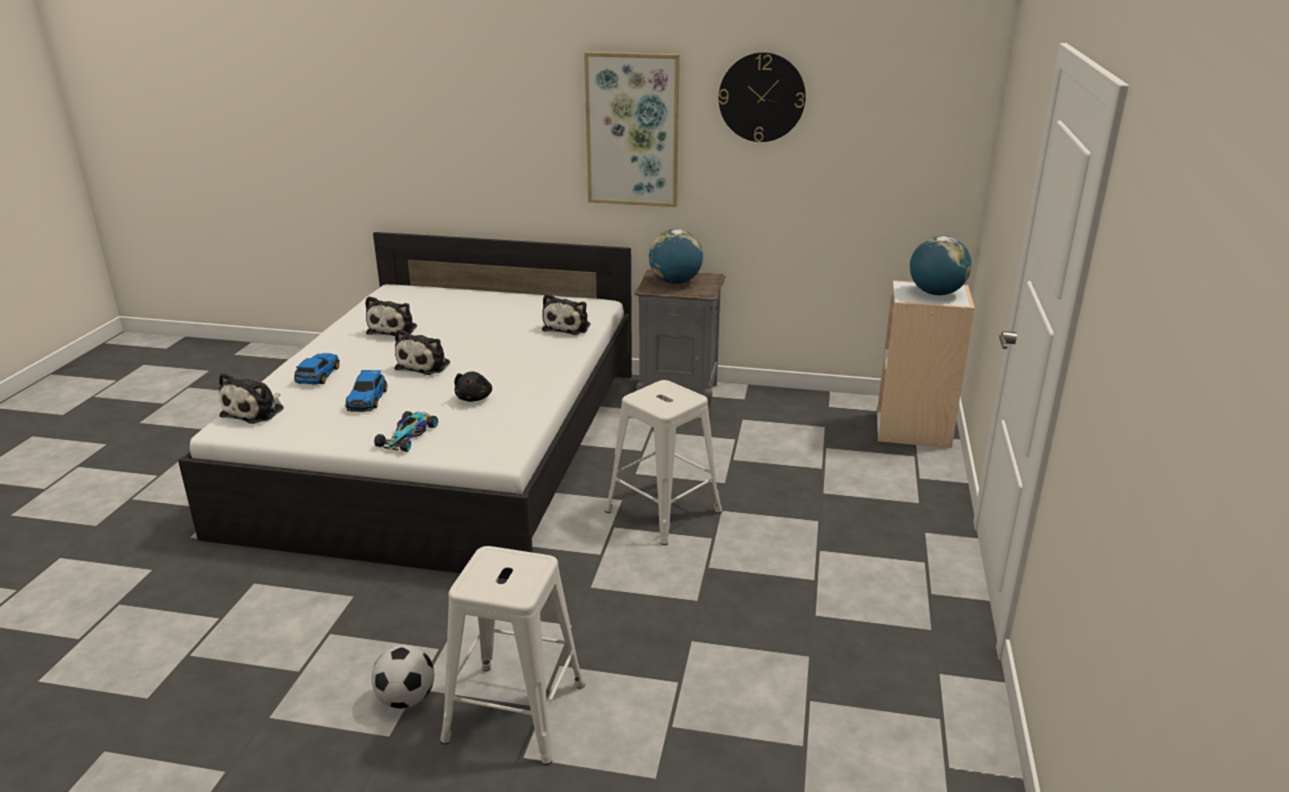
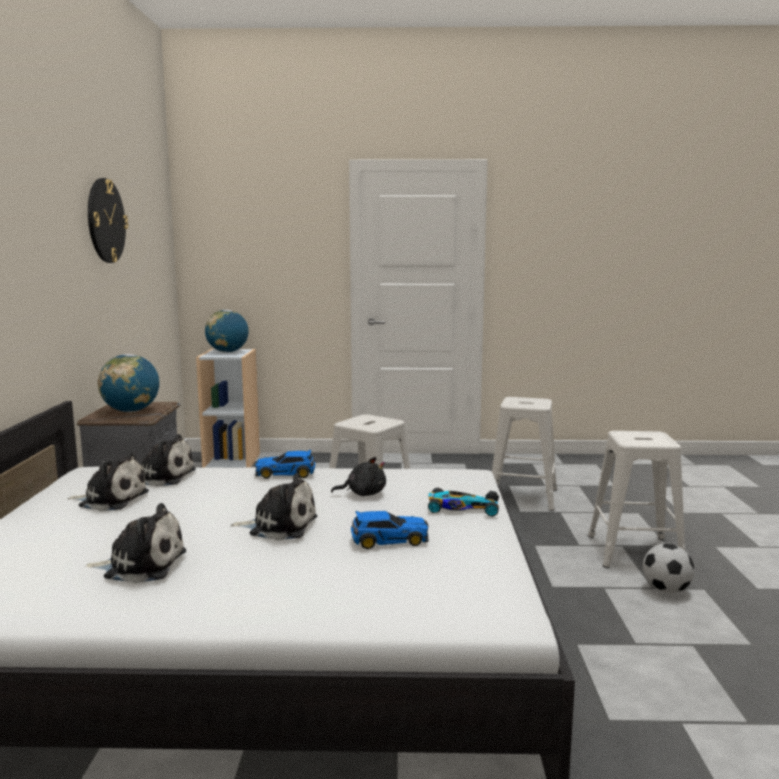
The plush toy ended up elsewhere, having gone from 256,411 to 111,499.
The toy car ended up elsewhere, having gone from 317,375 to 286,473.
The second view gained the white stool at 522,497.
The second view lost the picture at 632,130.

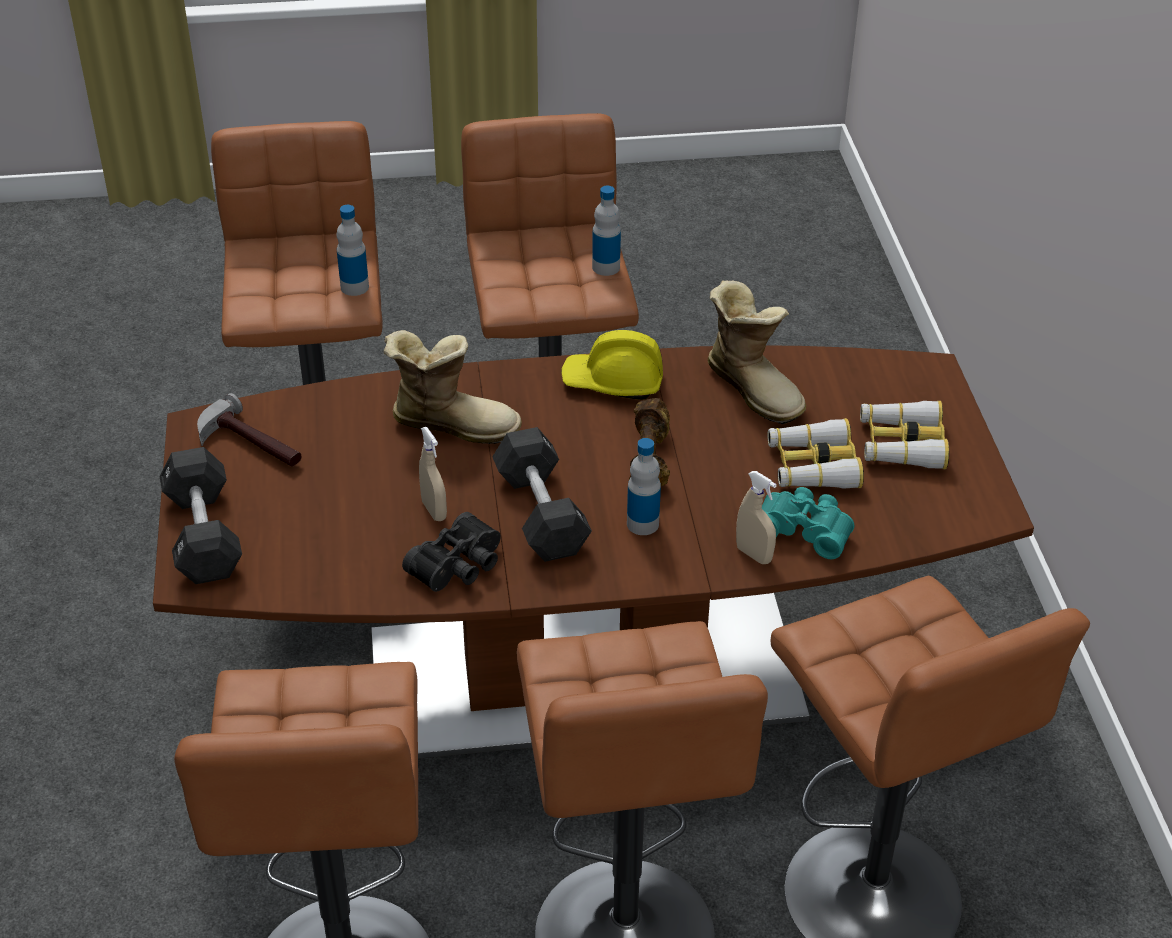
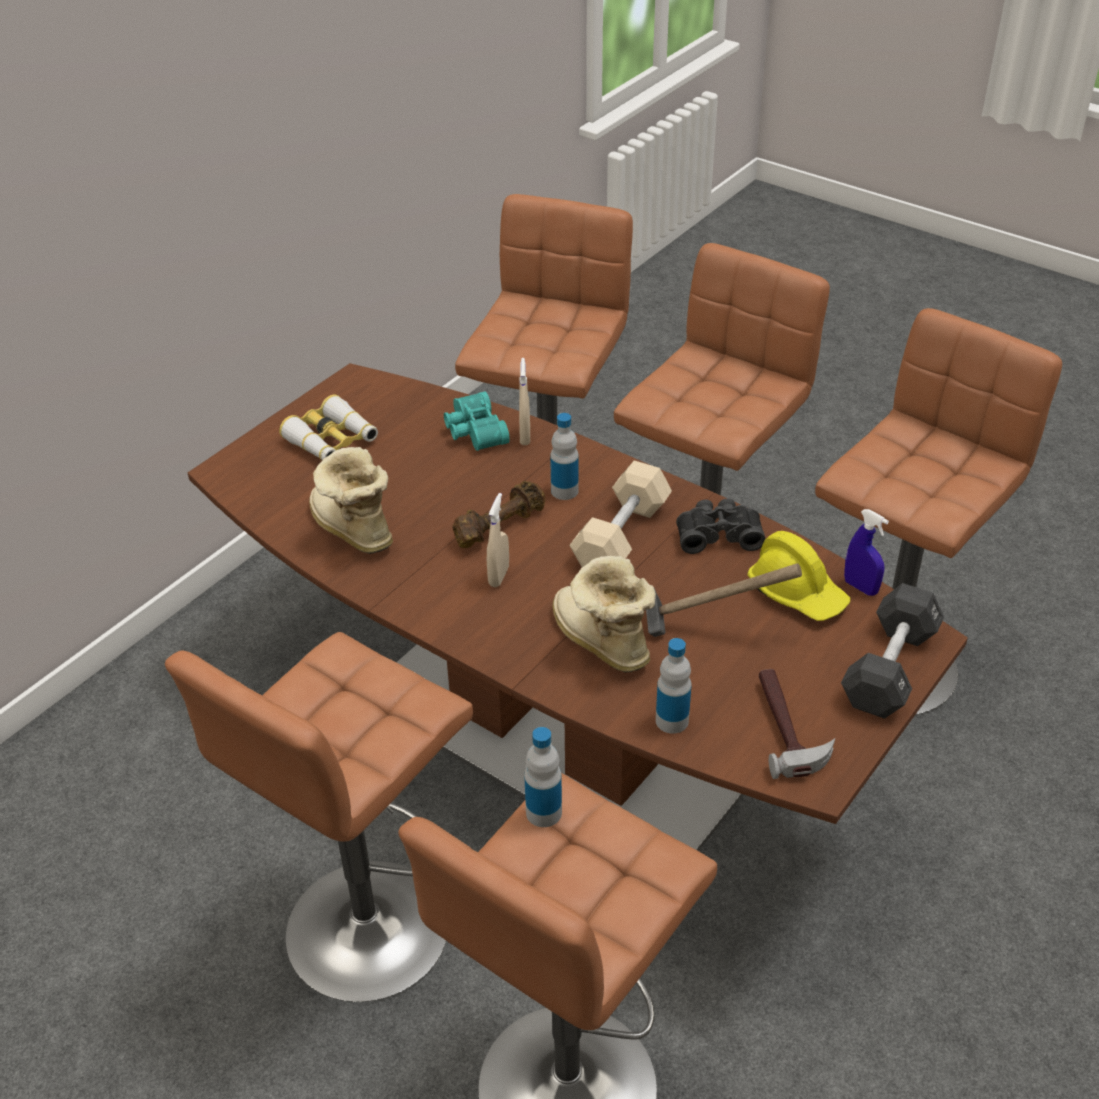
The boot at 755,388 ended up facing another way, 45 degrees counterclockwise from before.
The beige spray bottle ended up elsewhere, having gone from 434,511 to 499,576.
What was the black dumbbell at 541,513 turned into the beige dumbbell at 621,536.
The second view gained the hammer at 710,628.
The bottle ended up elsewhere, having gone from 606,267 to 672,720.
The yellow hard hat ended up elsewhere, having gone from 613,382 to 797,593.
The second view gained the blue spray bottle at 860,587.
The second view lost the binoculars at 813,466.

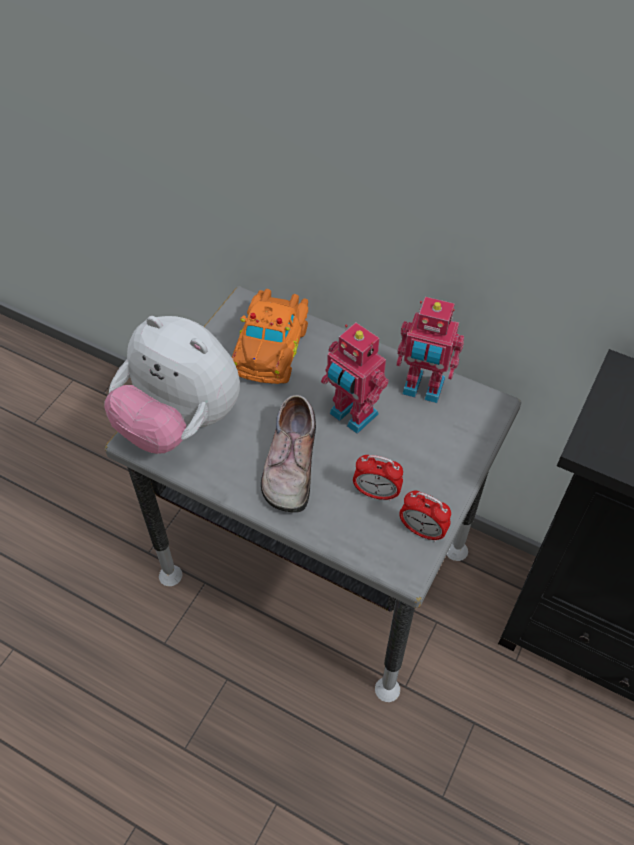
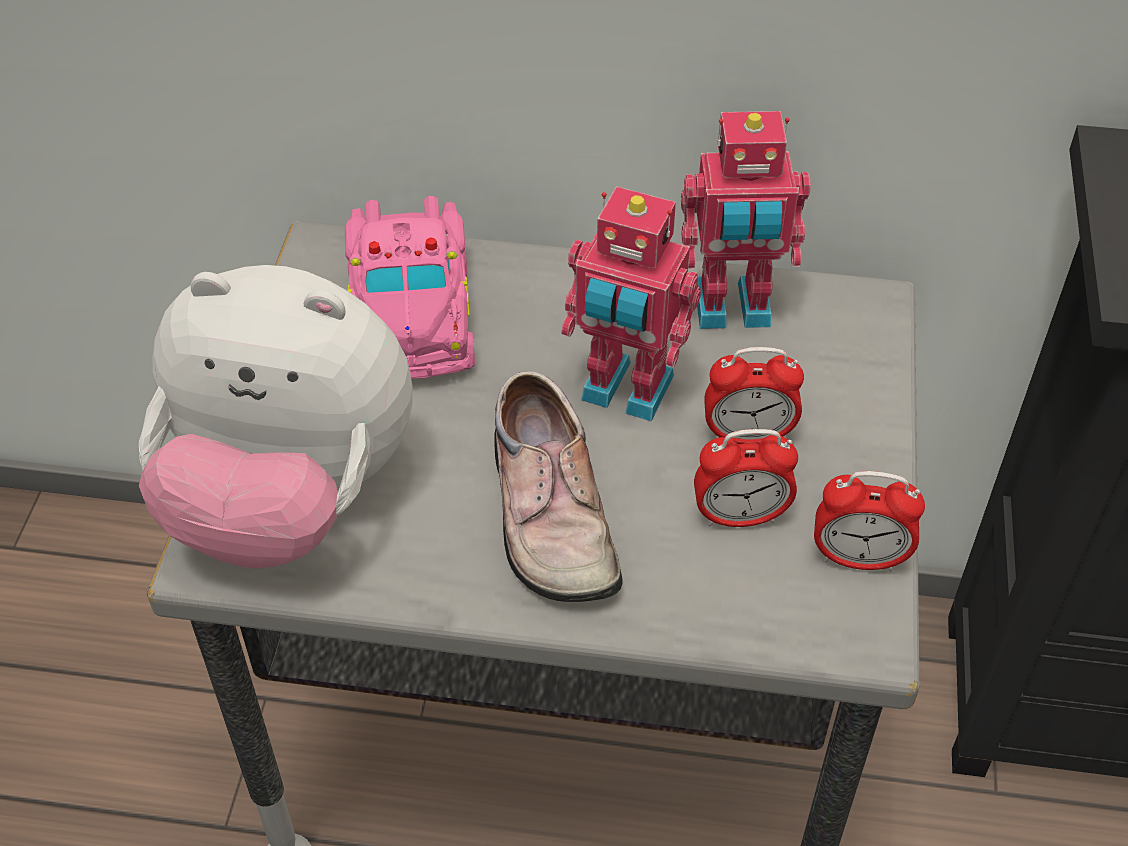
What was the orange toy car at 272,346 turned into the pink toy car at 413,311.
The second view gained the alarm clock at 748,436.

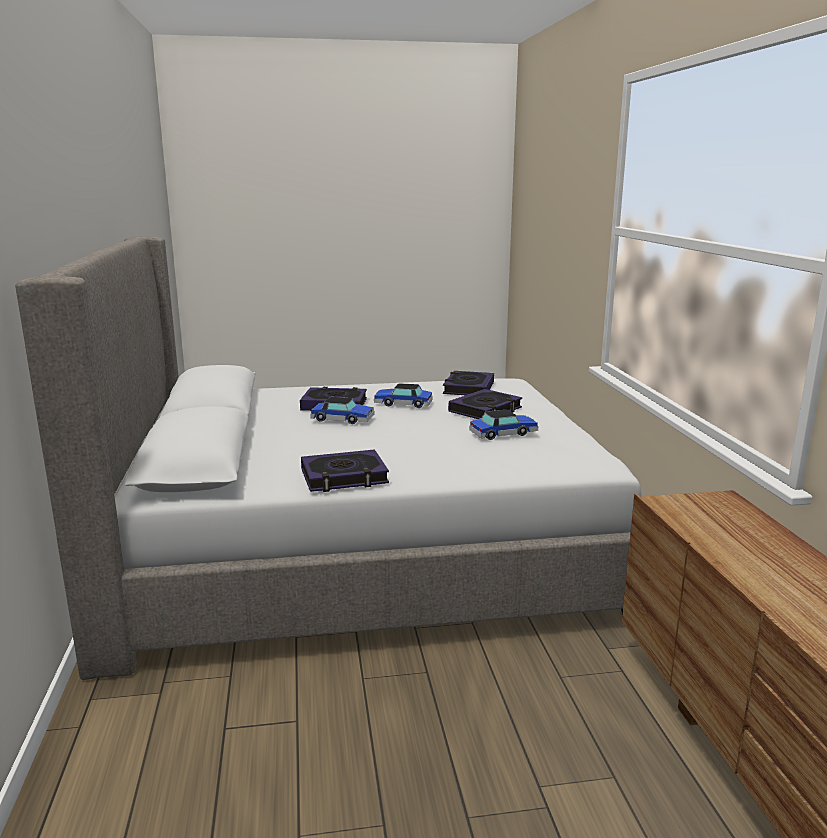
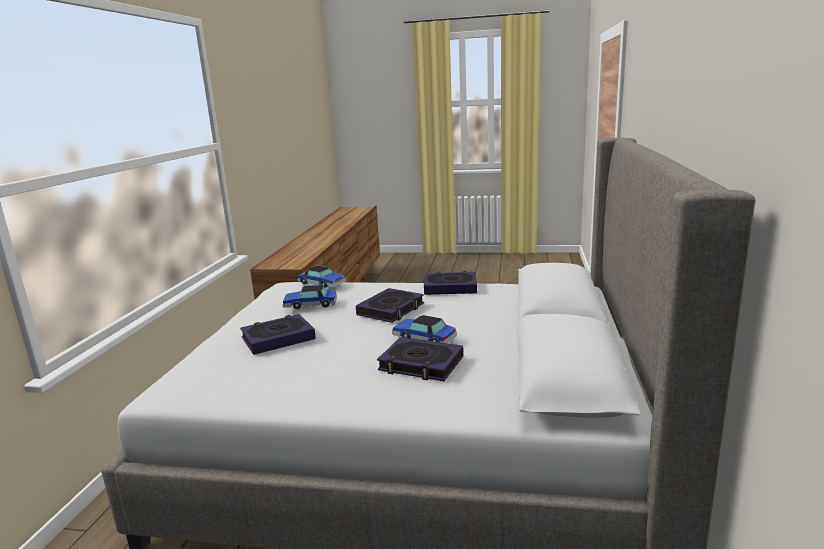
The toy car ended up elsewhere, having gone from 403,403 to 322,283.
The book ended up elsewhere, having gone from 468,388 to 391,310.

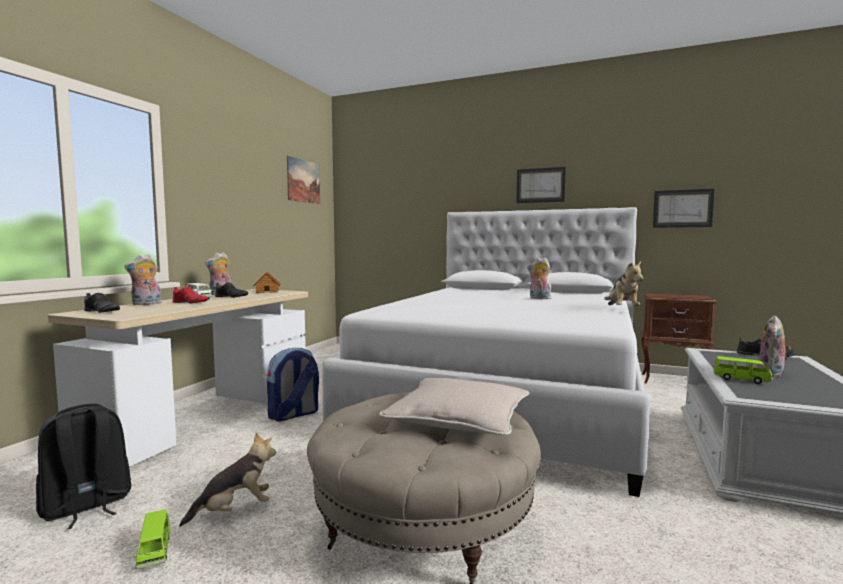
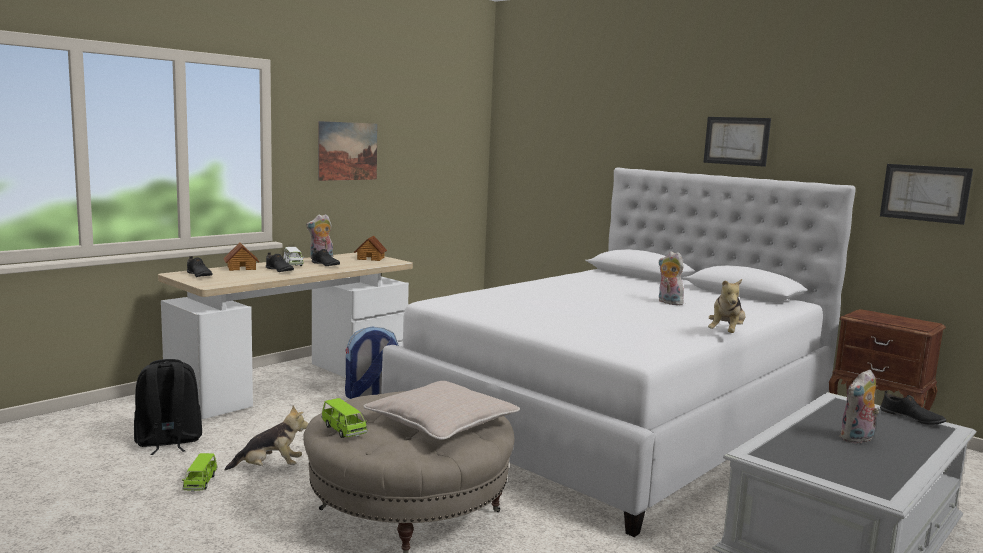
Where the plush toy stood at 146,304, the toy house came to stand at 241,268.
What was the red shoe at 190,303 turned into the black shoe at 279,270.
The picture ended up elsewhere, having gone from 303,181 to 348,151.
The green toy car ended up elsewhere, having gone from 741,379 to 343,430.

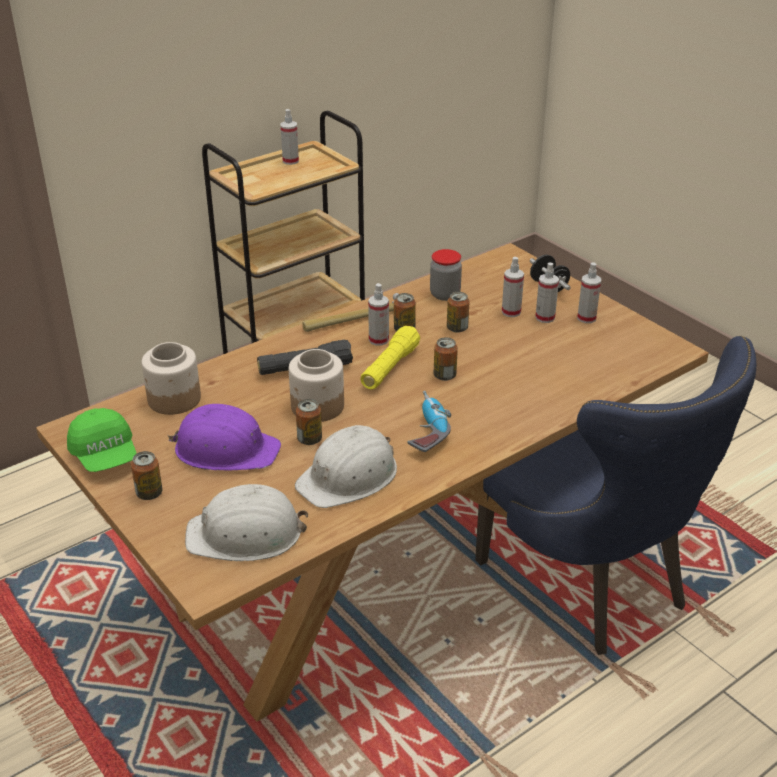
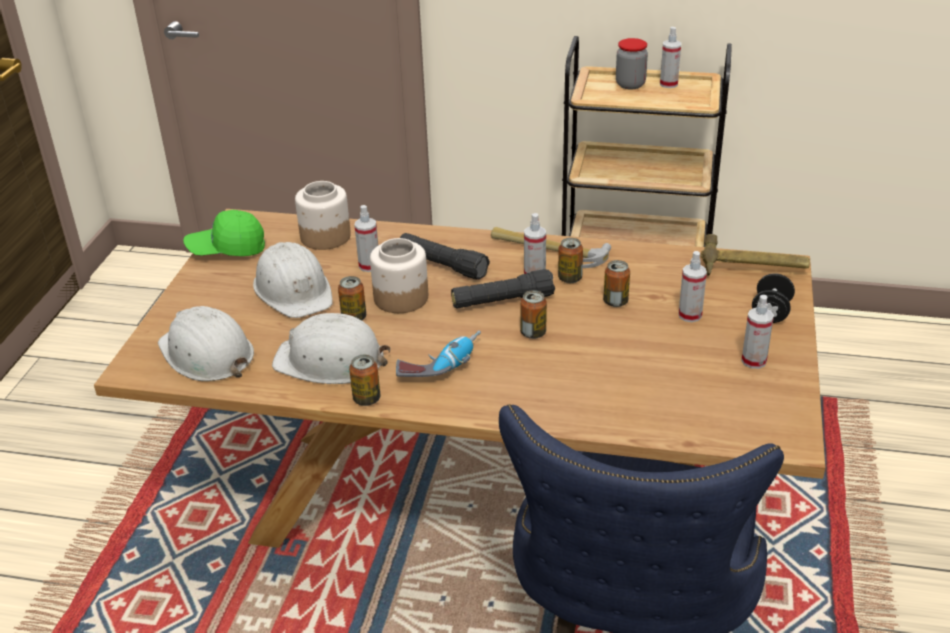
The green cap at 105,455 ended up facing another way, 60 degrees clockwise from before.
What was the purple hard hat at 225,449 turned into the white hard hat at 294,290.
The can ended up elsewhere, having gone from 149,493 to 366,399.
The spray bottle ended up elsewhere, having gone from 545,318 to 369,266.
What was the yellow flashlight at 389,368 turned into the black flashlight at 502,301.
The jar ended up elsewhere, having gone from 445,294 to 630,84.
The second view gained the hammer at 752,272.

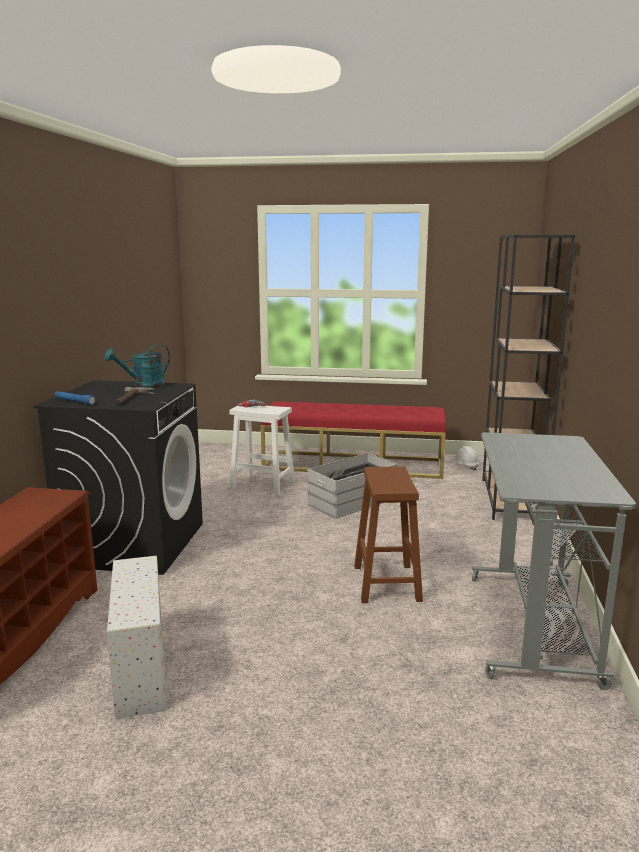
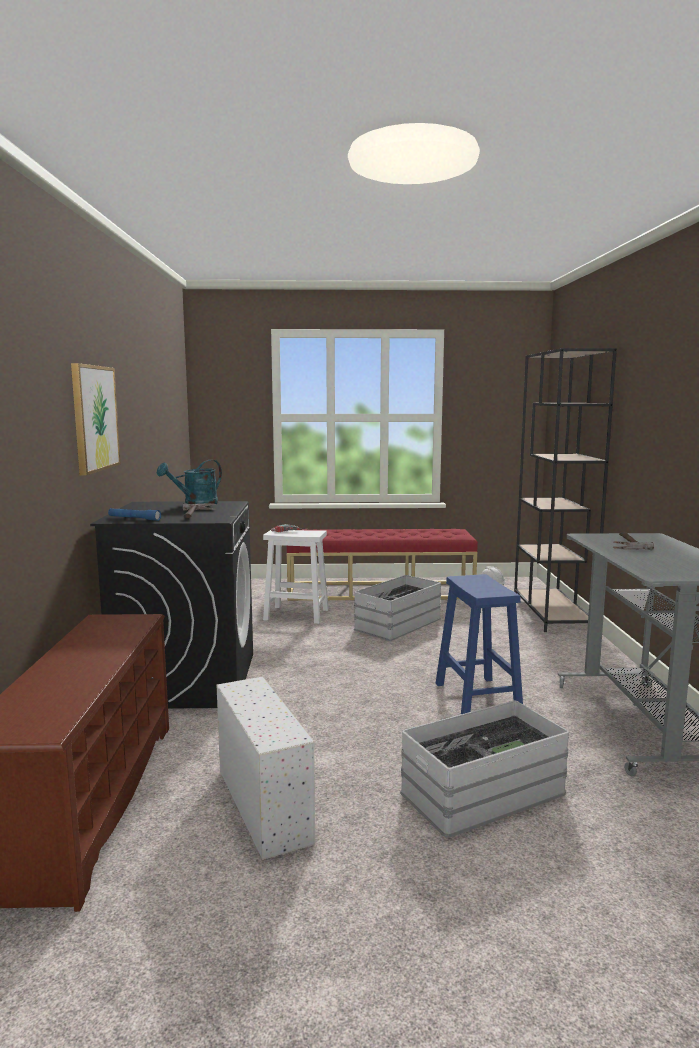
The second view gained the picture at 94,418.
The second view gained the grey storage box at 483,794.
What was the brown stool at 386,582 turned into the blue stool at 476,696.
The second view gained the hammer at 625,544.

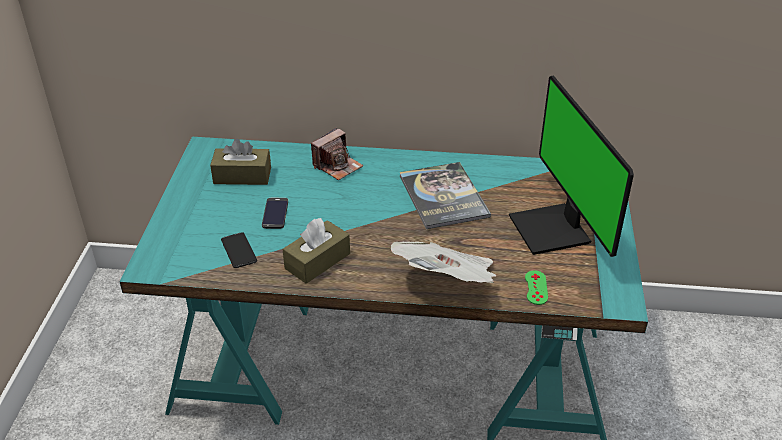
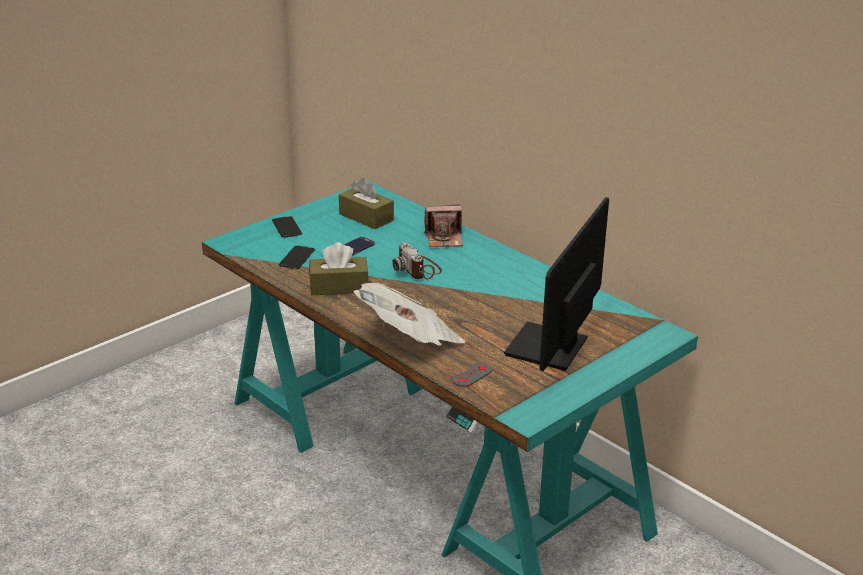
The second view gained the phone at 287,227.
The second view gained the photo camera at 418,269.
What was the green game controller at 536,288 turned into the grey game controller at 472,375.
The second view lost the book at 443,196.

